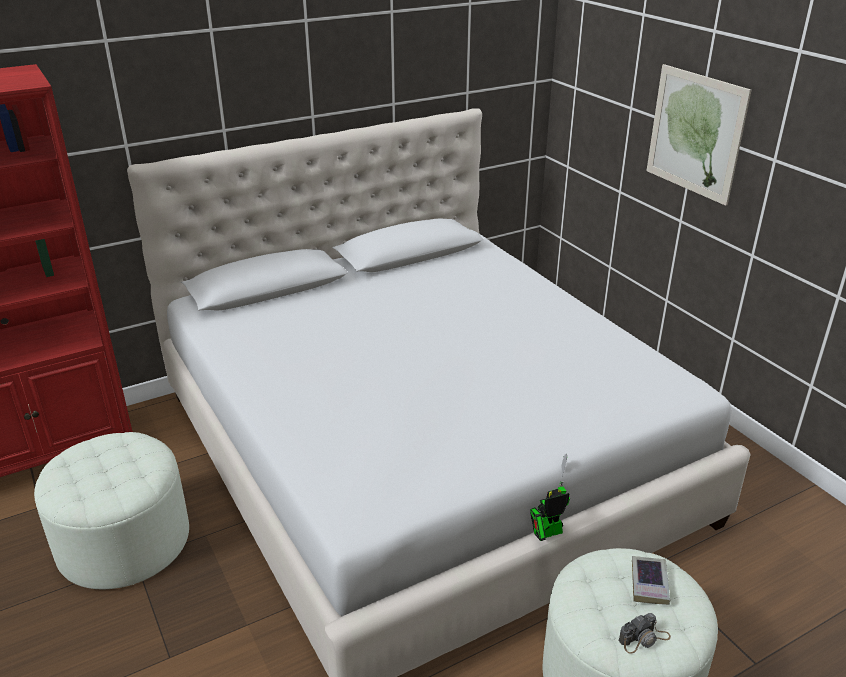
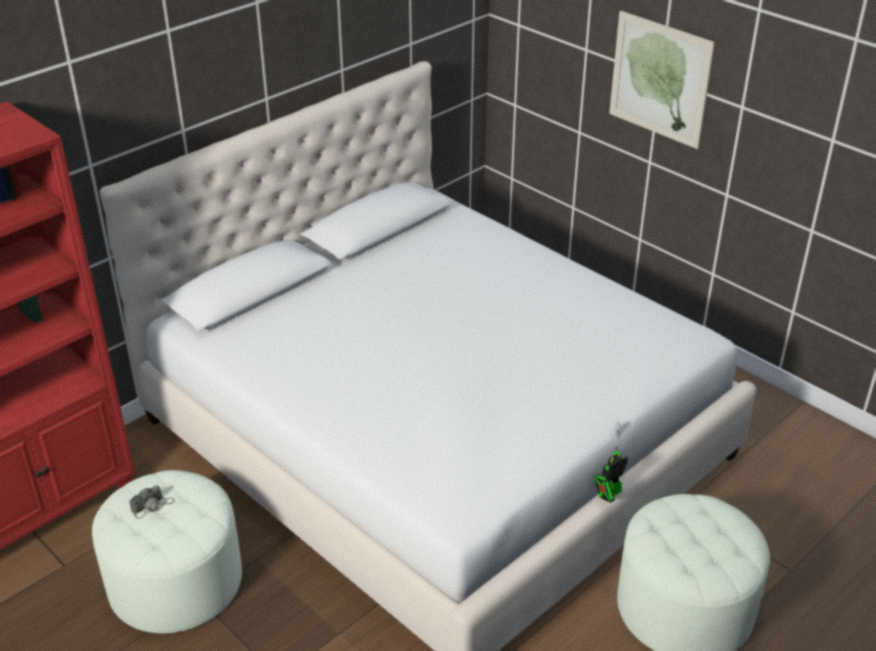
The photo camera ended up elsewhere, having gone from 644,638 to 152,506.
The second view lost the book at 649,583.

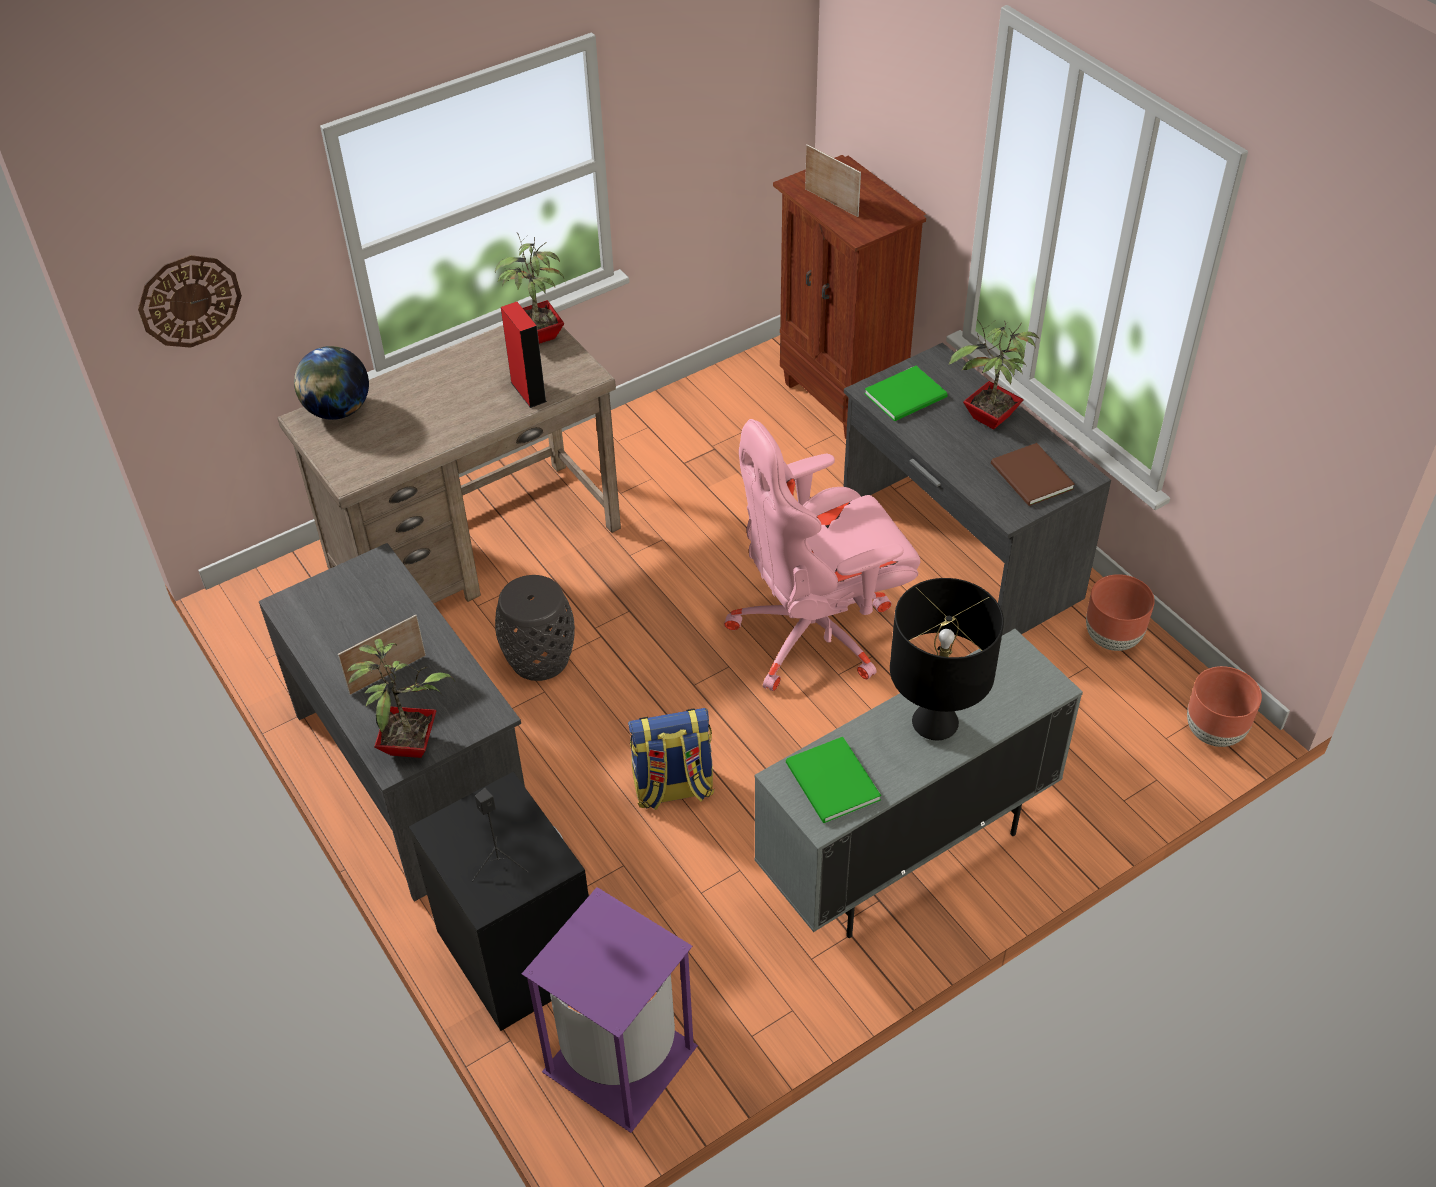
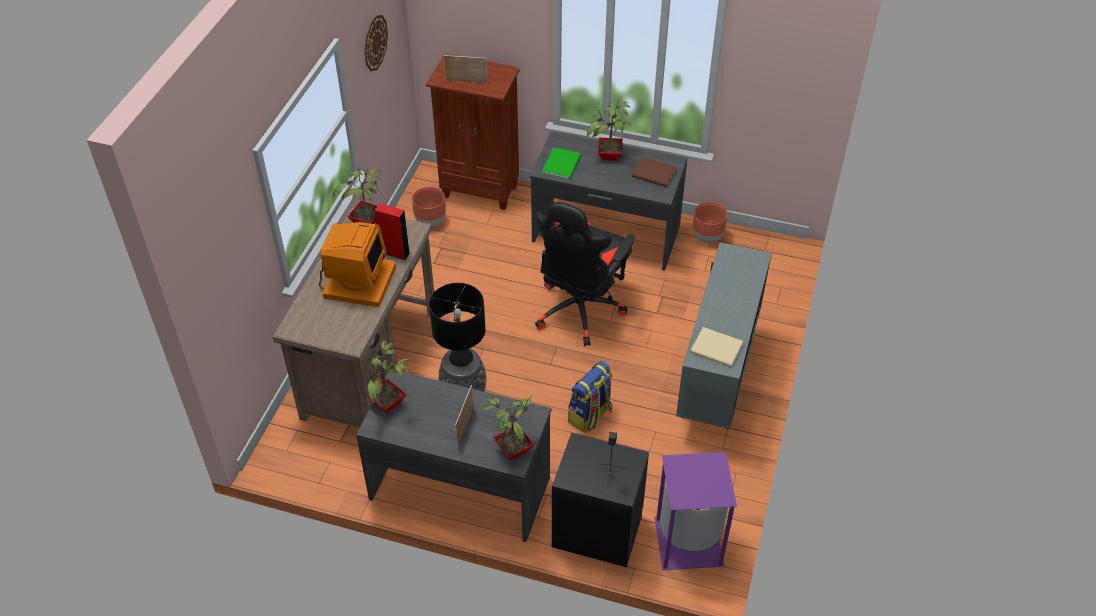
The second view gained the monitor at 358,281.
The second view gained the potted plant at 388,405.
The wall clock ended up elsewhere, having gone from 189,301 to 375,42.
The brown planter ended up elsewhere, having gone from 1213,732 to 430,222.
The black table lamp ended up elsewhere, having gone from 935,726 to 461,359.
What was the pink office chair at 822,630 turned into the black office chair at 582,305.
What was the green book at 832,784 turned into the beige book at 717,349.
The second view lost the globe at 338,410.

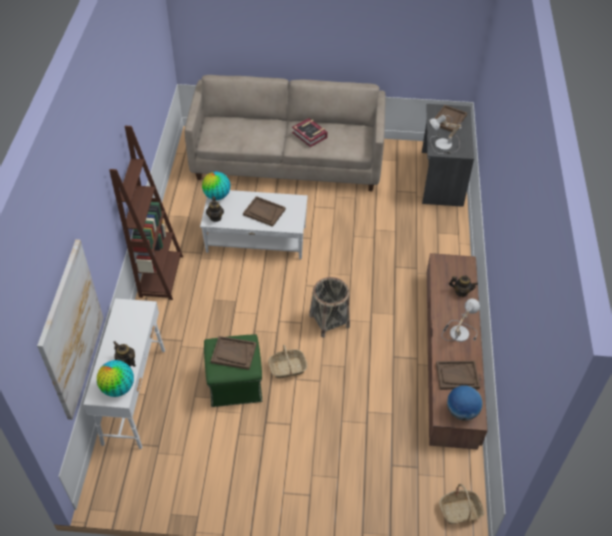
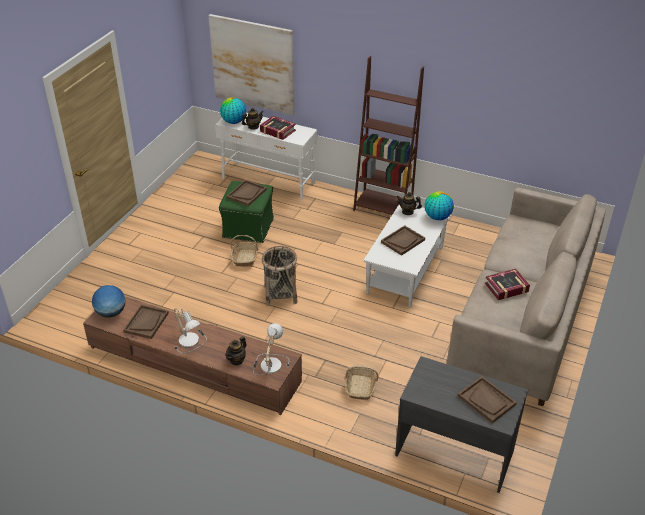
The table lamp ended up elsewhere, having gone from 442,146 to 269,364.
The second view gained the book at 277,131.
The basket ended up elsewhere, having gone from 460,511 to 360,387.

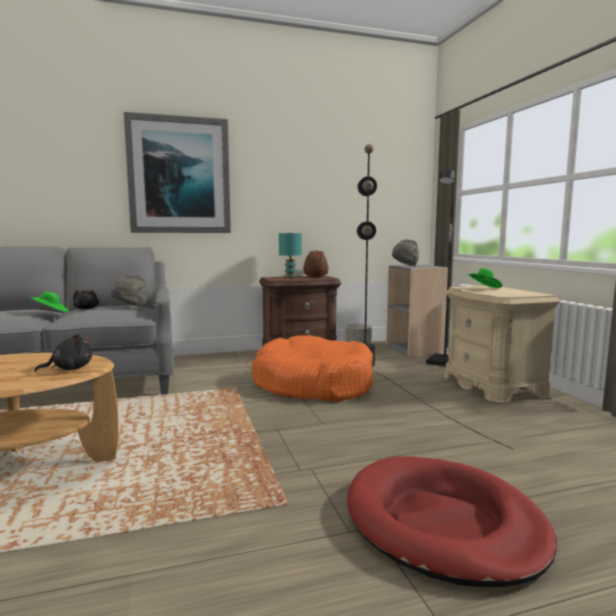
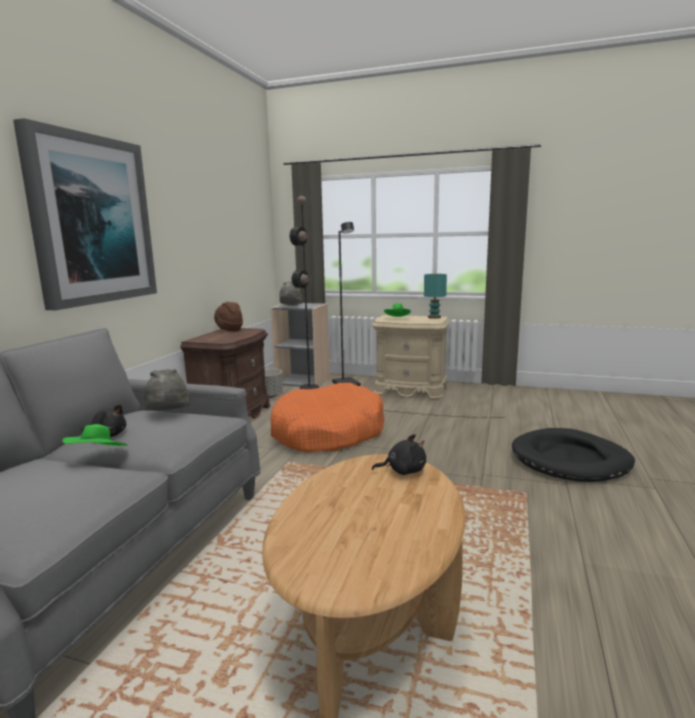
The black plush toy at 69,369 ended up facing another way, 90 degrees clockwise from before.
The turquoise table lamp ended up elsewhere, having gone from 290,277 to 434,317.
What was the red dog bed at 443,523 turned into the black dog bed at 570,460.

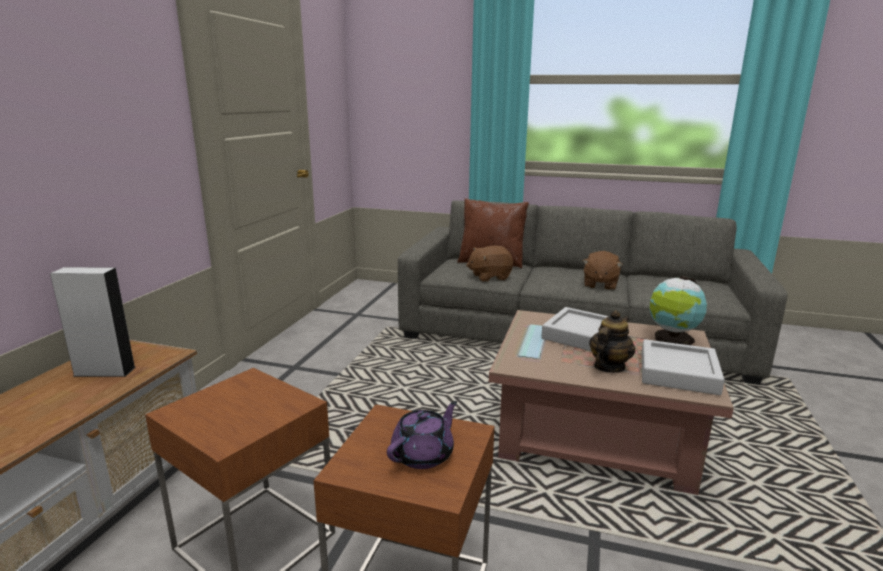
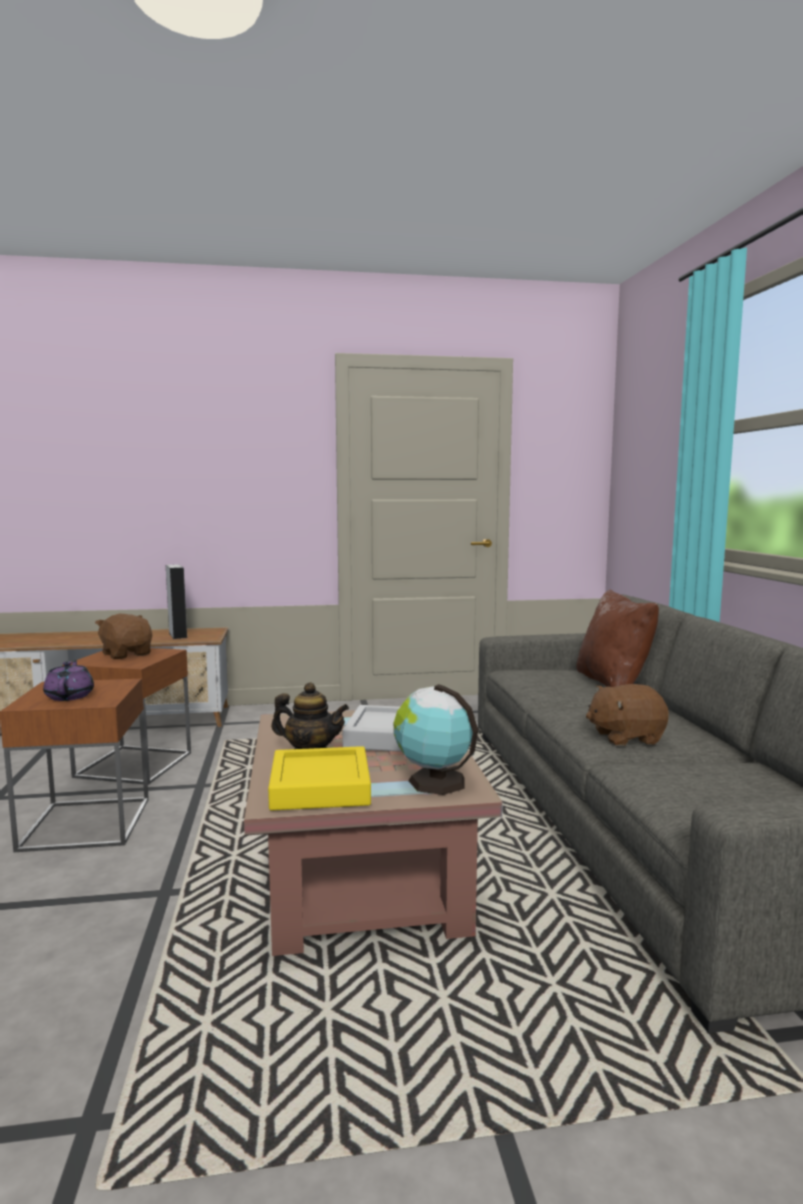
The purple teapot at 423,454 ended up facing another way, 120 degrees counterclockwise from before.
The brown plush toy ended up elsewhere, having gone from 489,277 to 127,654.
What was the grey tray at 678,373 turned into the yellow tray at 320,787.

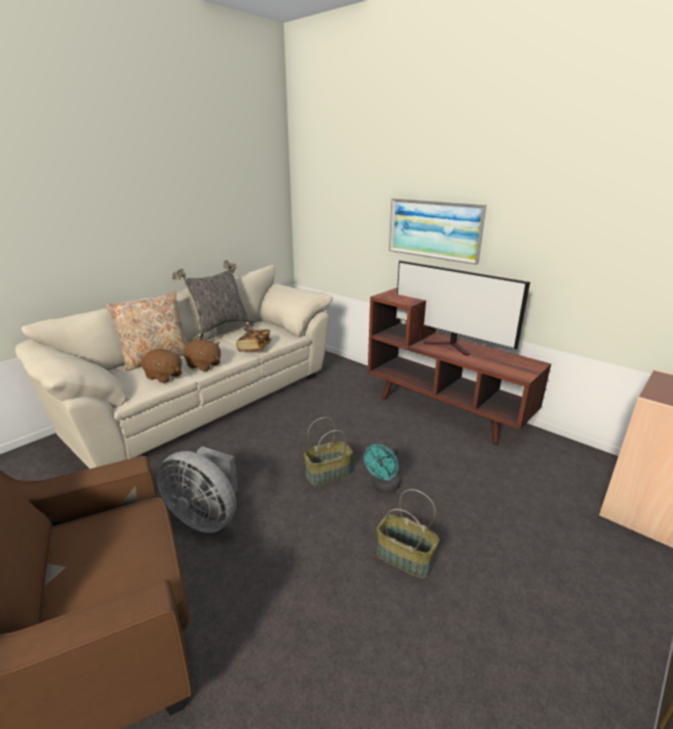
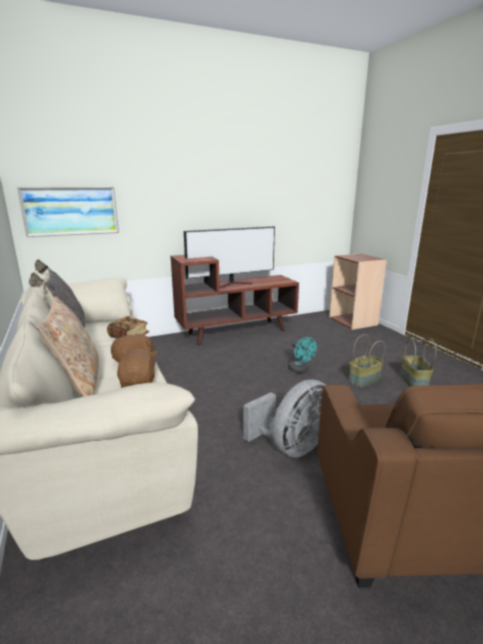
The picture ended up elsewhere, having gone from 434,229 to 71,211.
The brown plush toy at 164,376 ended up facing another way, 60 degrees counterclockwise from before.
The basket ended up elsewhere, having gone from 328,473 to 413,381.

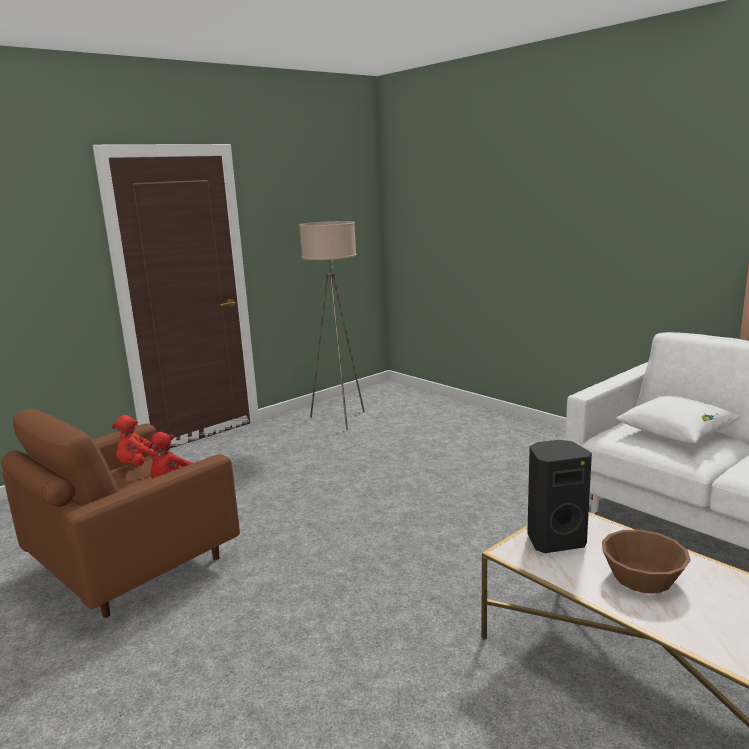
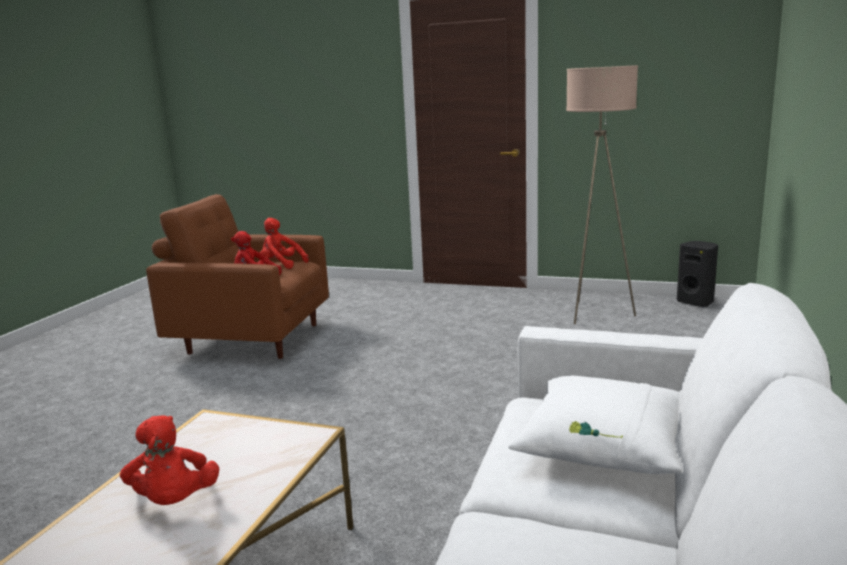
Where the brown bowl stood at 643,577, the red plush toy came to stand at 174,502.
The black speaker ended up elsewhere, having gone from 554,540 to 696,302.

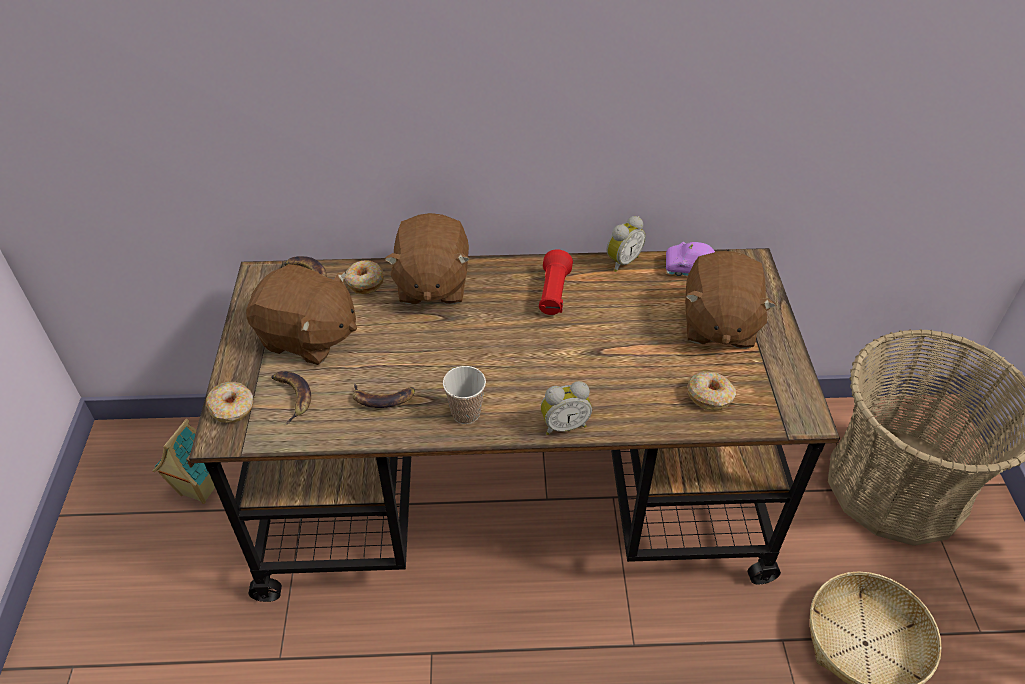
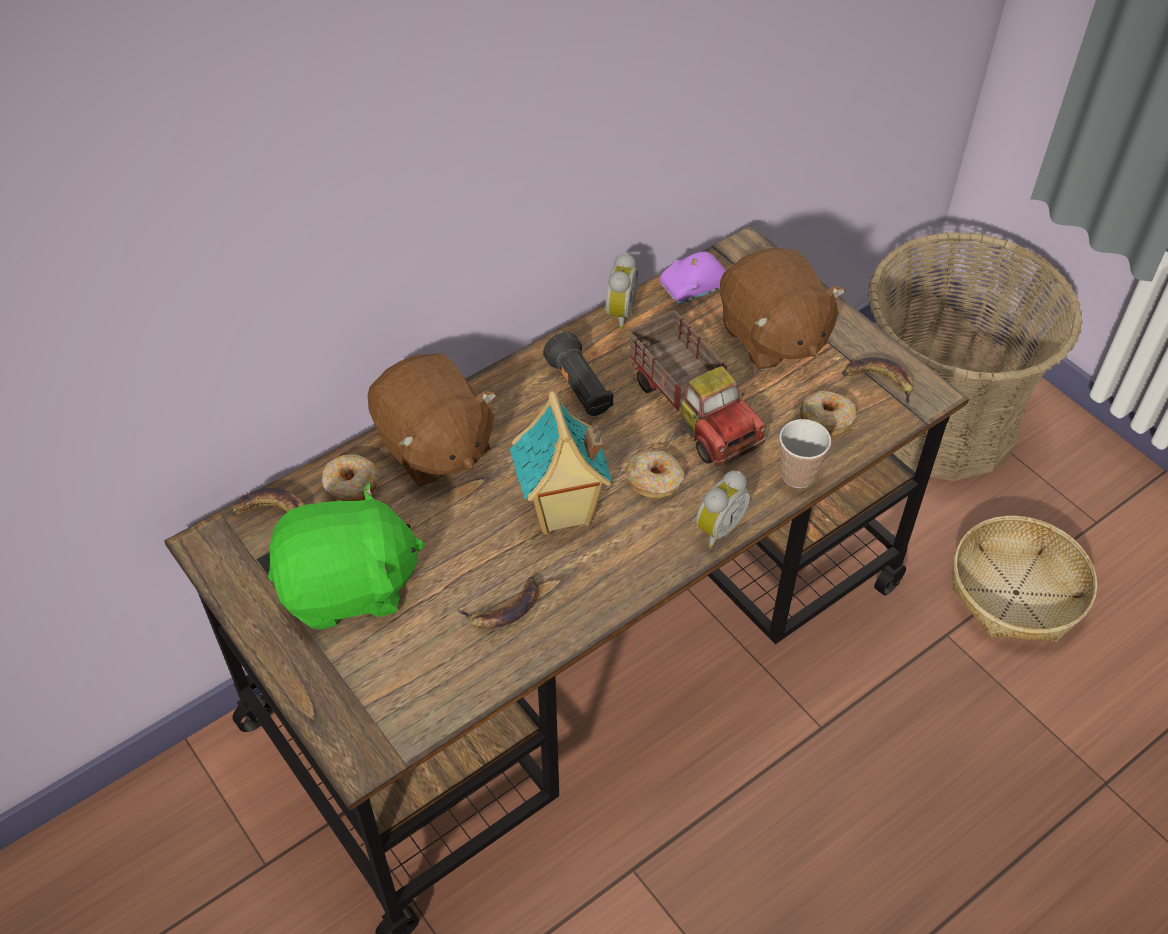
What was the brown plush toy at 308,337 turned into the green plush toy at 349,588.
The toy house ended up elsewhere, having gone from 199,489 to 561,513.
What was the red flashlight at 553,294 turned into the black flashlight at 579,388.
The donut ended up elsewhere, having gone from 232,408 to 655,480.
The second view gained the toy truck at 694,409.
The cup ended up elsewhere, having gone from 466,413 to 798,475.
The banana ended up elsewhere, having gone from 292,396 to 878,382.

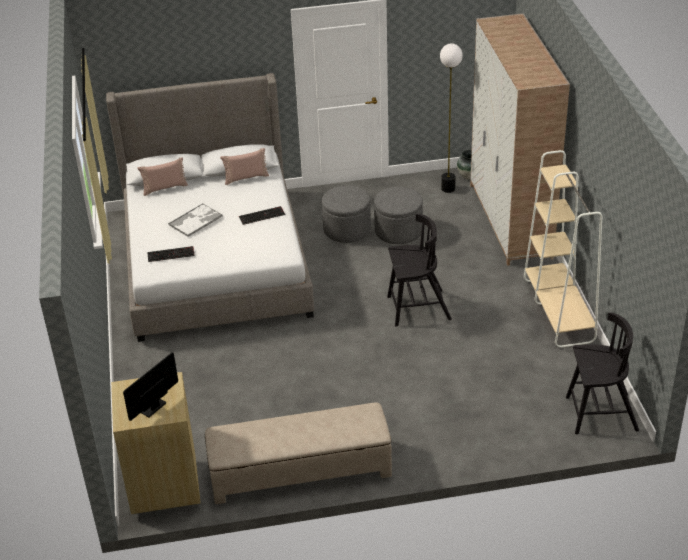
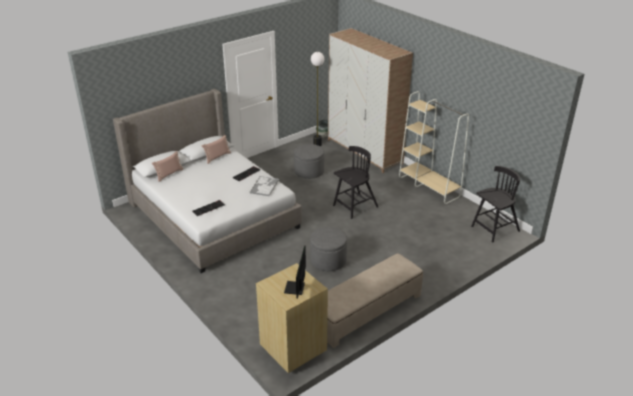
The tray ended up elsewhere, having gone from 196,220 to 264,186.
The grey ottoman ended up elsewhere, having gone from 347,230 to 328,260.

